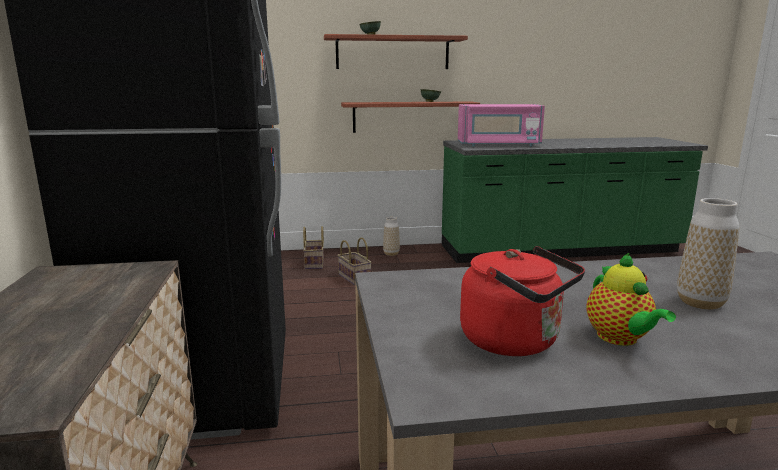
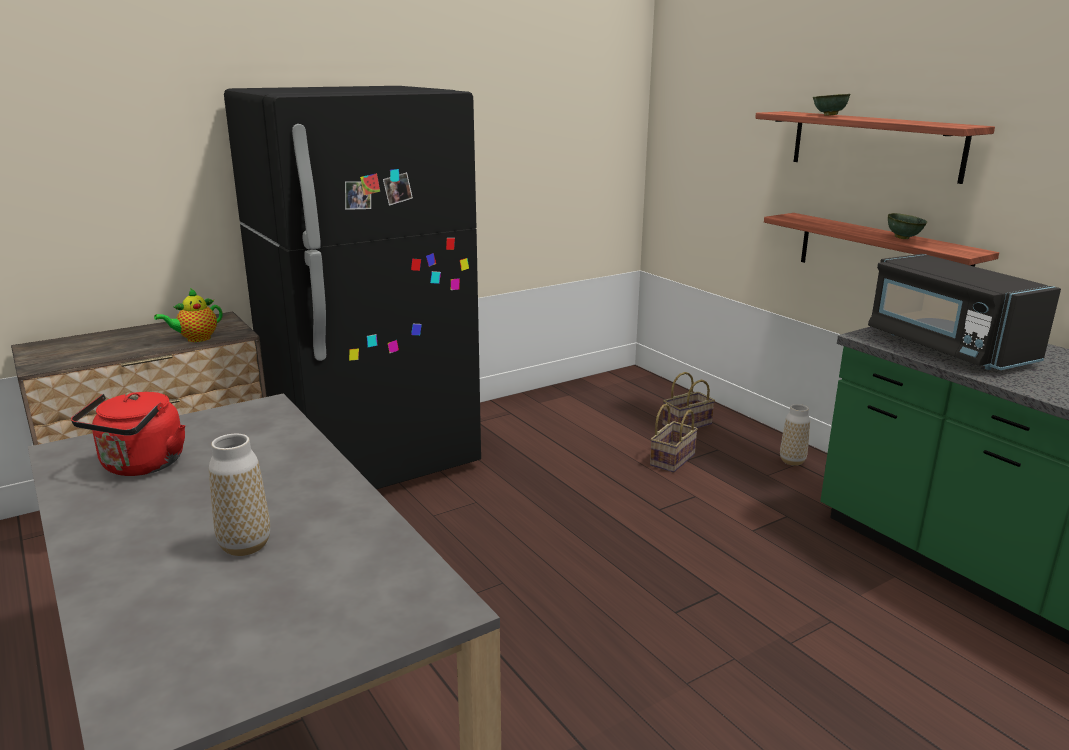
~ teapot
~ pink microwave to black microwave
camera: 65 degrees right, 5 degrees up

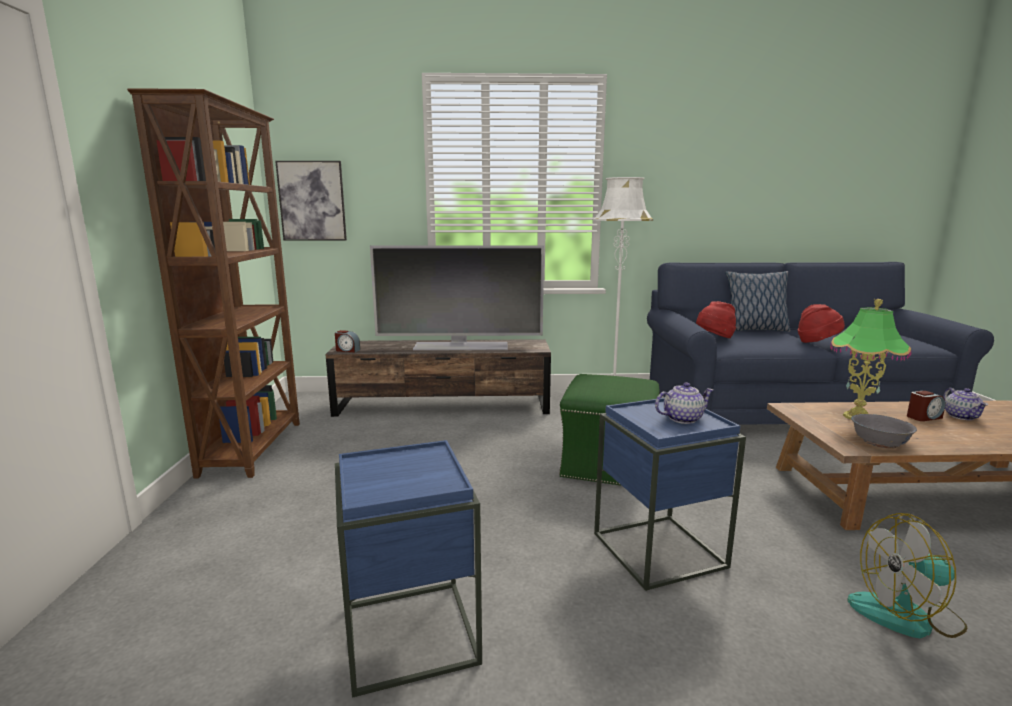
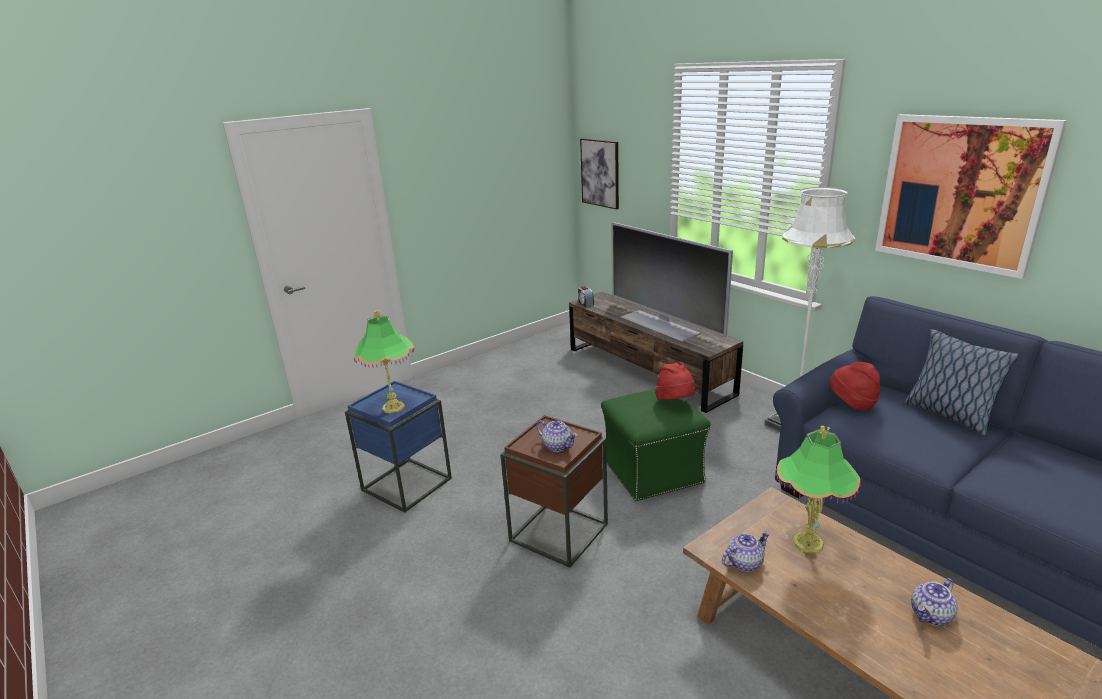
- brown bookcase
- fan
- alarm clock (no. 2 from left)
+ table lamp (no. 1 from left)
+ picture (no. 2 from left)
~ red hat (no. 2 from left in the first image) to red hat (no. 1 from left)
~ grey bowl to teapot (no. 2 from left)
~ blue side table (no. 2 from left) to brown side table
camera: 55 degrees right, 10 degrees up

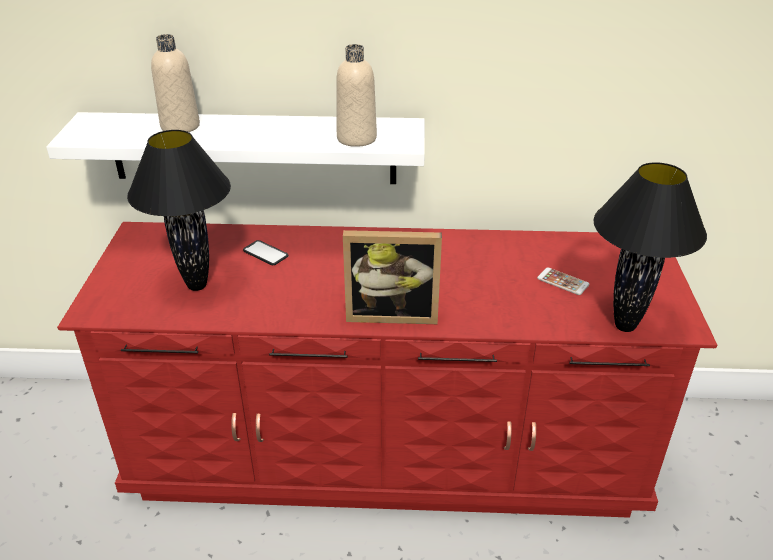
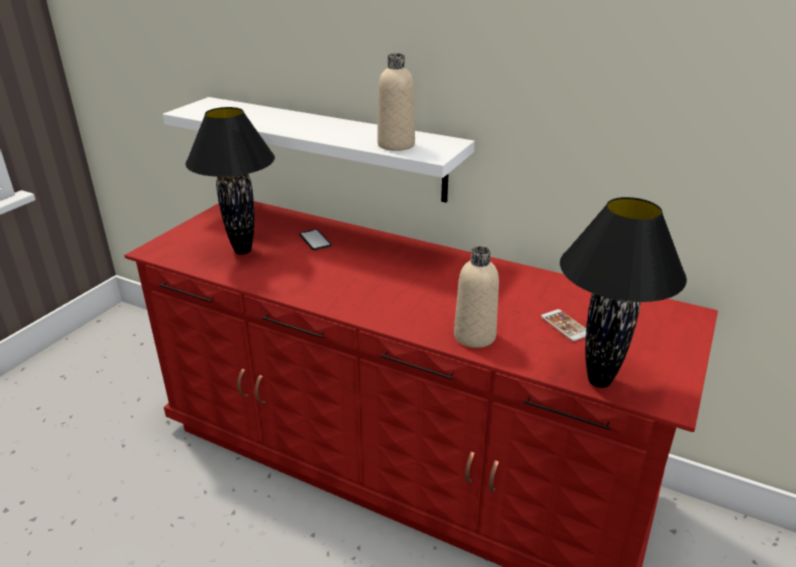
- picture frame
~ beige bottle (no. 1 from left in the first image) to beige bottle (no. 2 from left)
camera: 25 degrees right, 5 degrees down

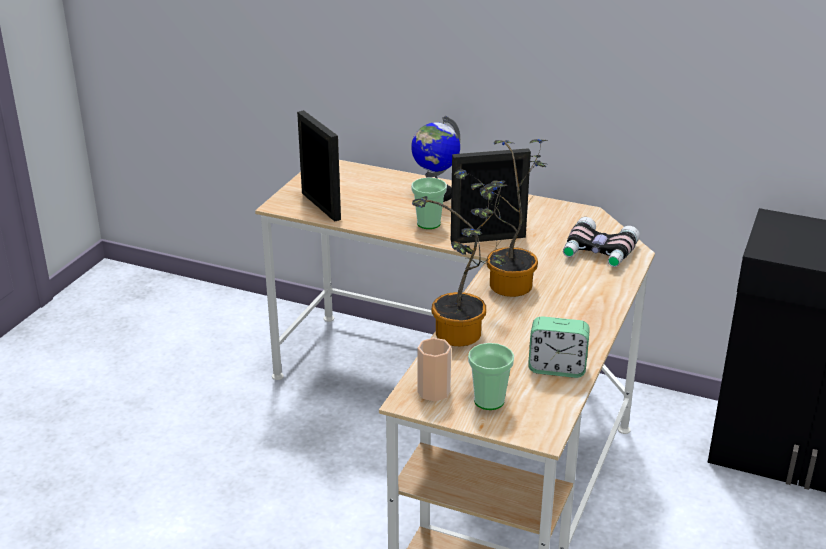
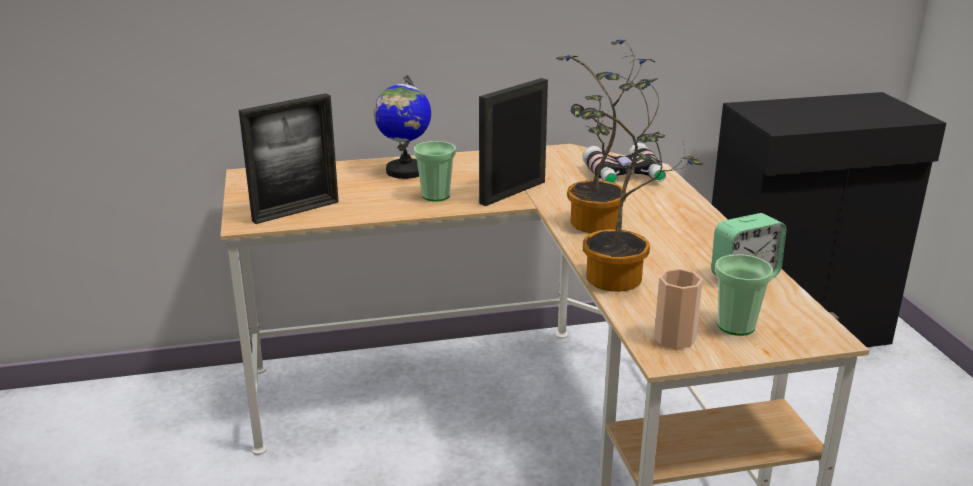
~ picture frame (no. 1 from left) 120 degrees clockwise
camera: 35 degrees left, 5 degrees down

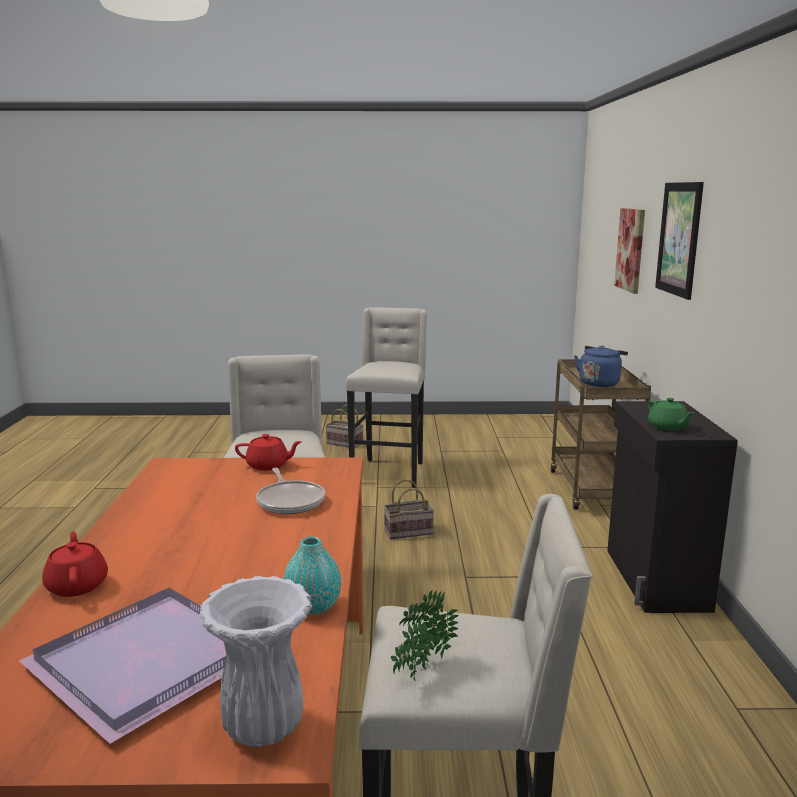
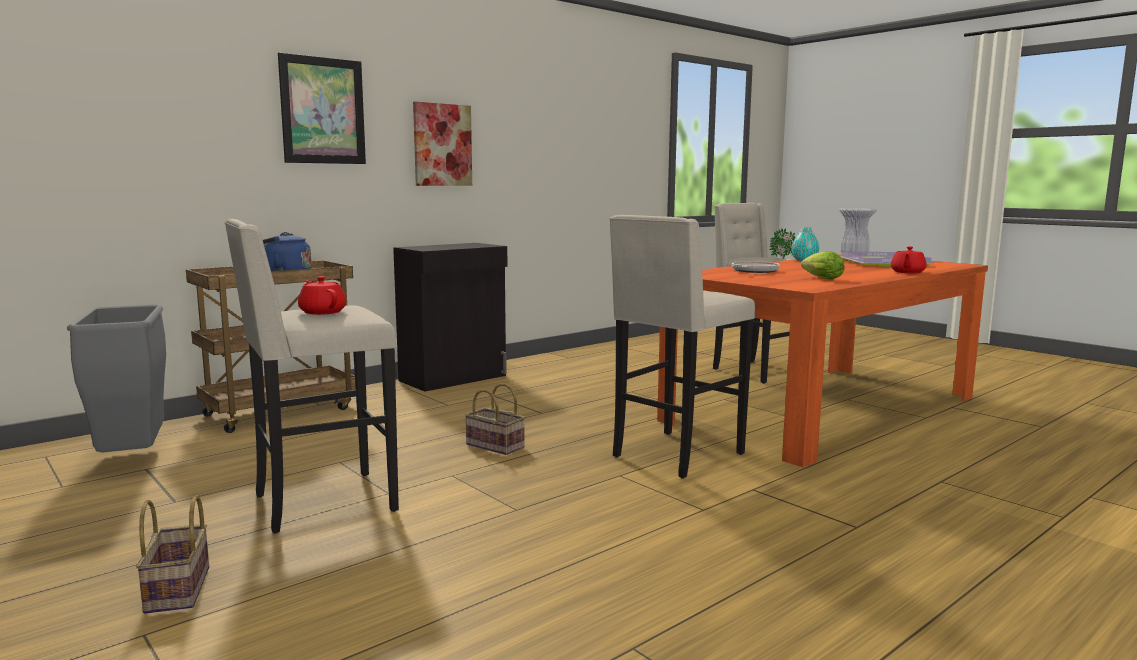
- green teapot
+ grey trash can
+ lettuce
~ red teapot (no. 2 from left in the first image) to red teapot (no. 1 from left)
~ picture (no. 1 from left in the first image) to picture (no. 2 from left)
camera: 130 degrees left, 5 degrees down

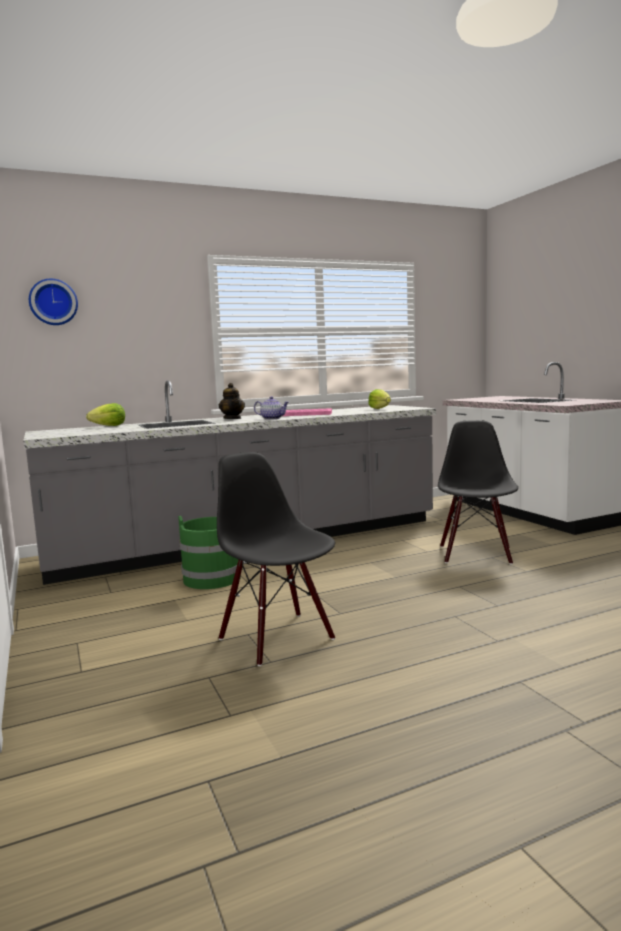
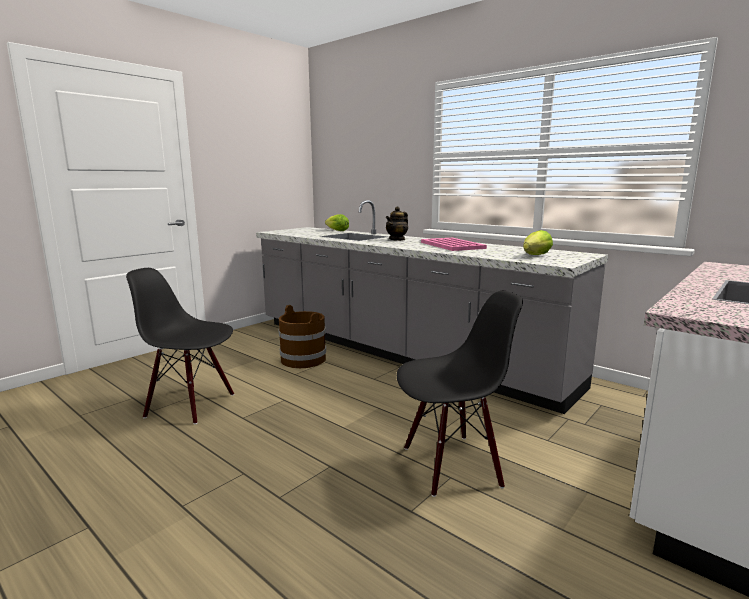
- wall clock
- teapot (no. 2 from left)
~ green bucket to brown bucket
~ black chair (no. 1 from left) 105 degrees counterclockwise
camera: 65 degrees right, 5 degrees up

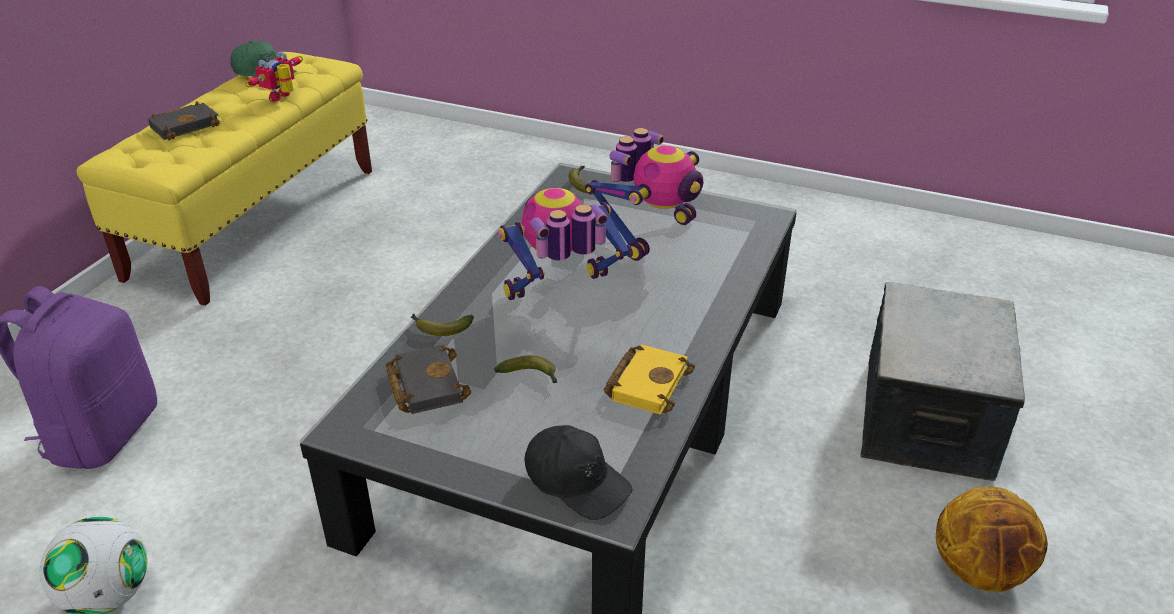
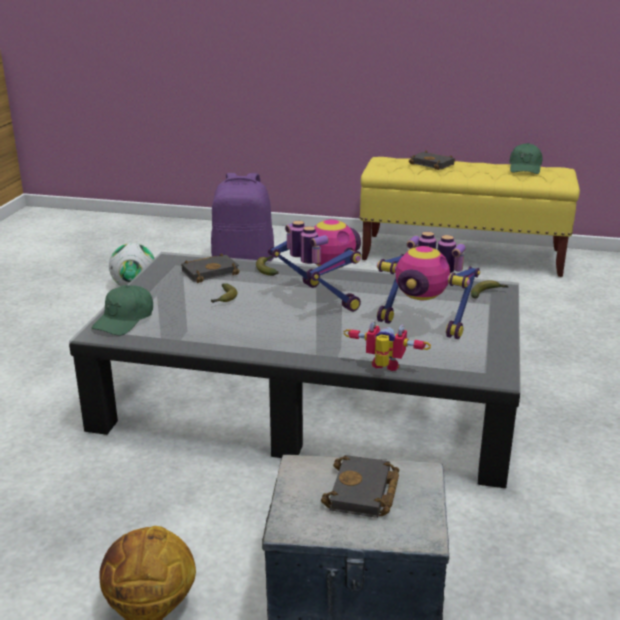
- yellow book
+ black book (no. 2 from left)
~ toy robot (no. 1 from left in the first image) to toy robot (no. 2 from left)
~ black cap to green cap (no. 1 from left)
camera: 80 degrees right, 10 degrees down

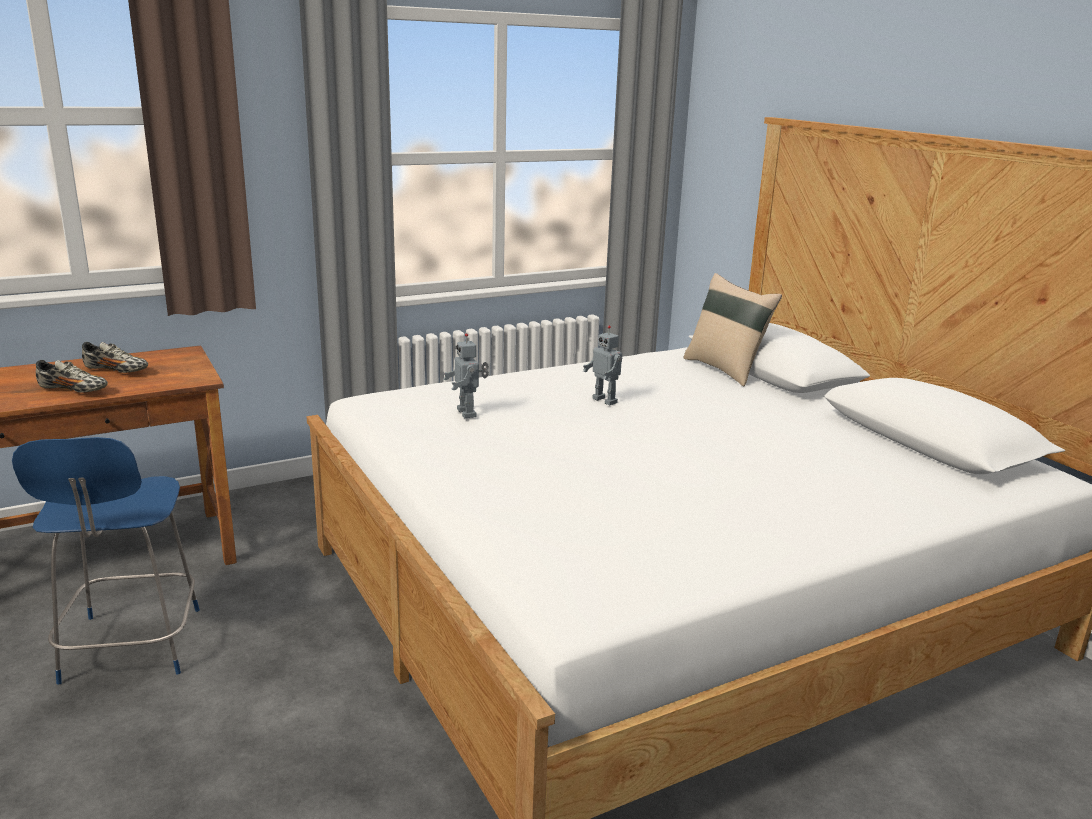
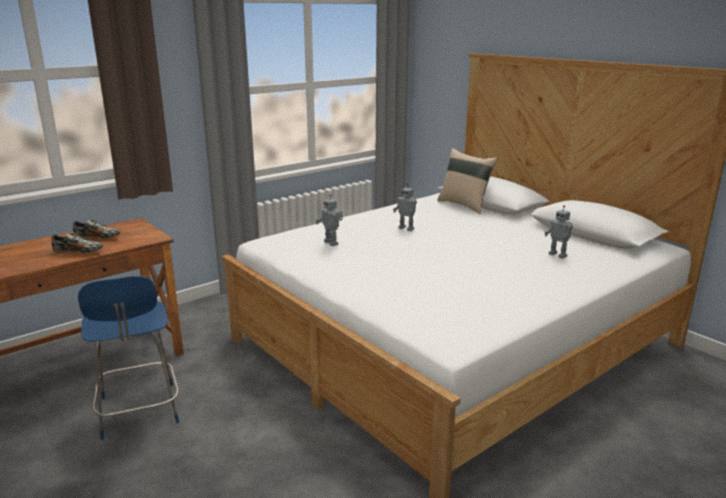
+ toy robot (no. 3 from left)
camera: 10 degrees left, 0 degrees up

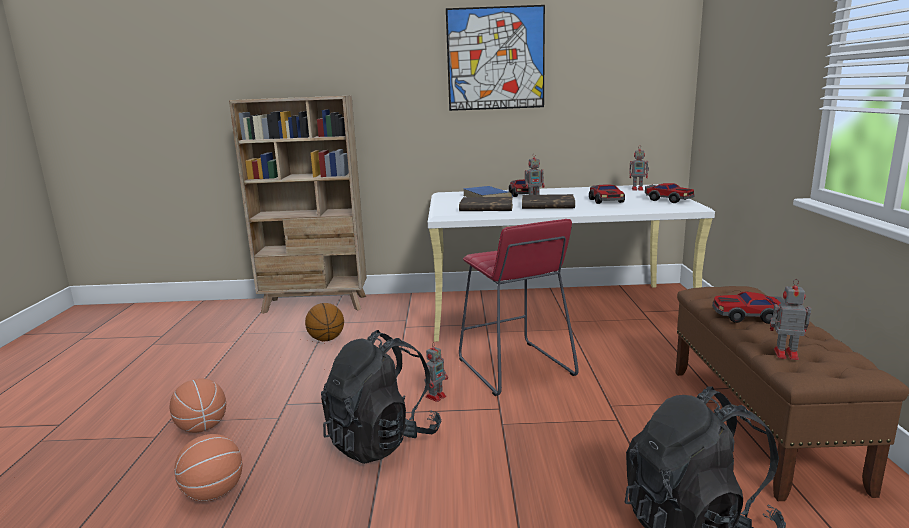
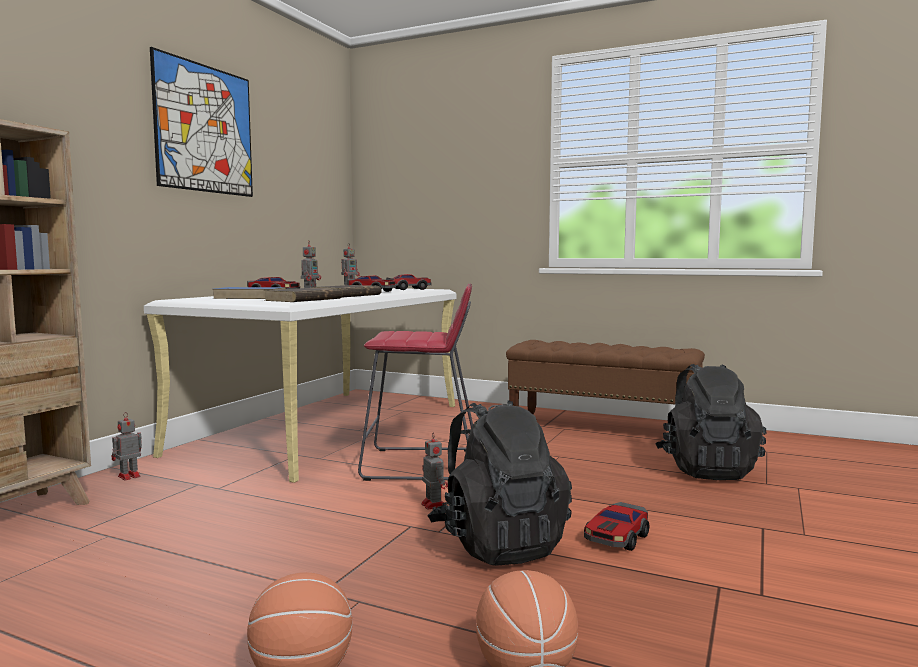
- basketball (no. 3 from left)
~ toy car (no. 4 from left)
~ toy robot (no. 4 from left in the first image) to toy robot (no. 1 from left)
camera: 65 degrees left, 10 degrees down

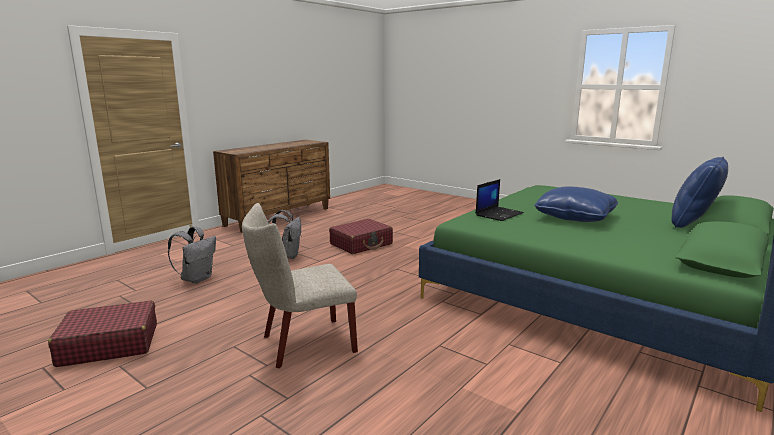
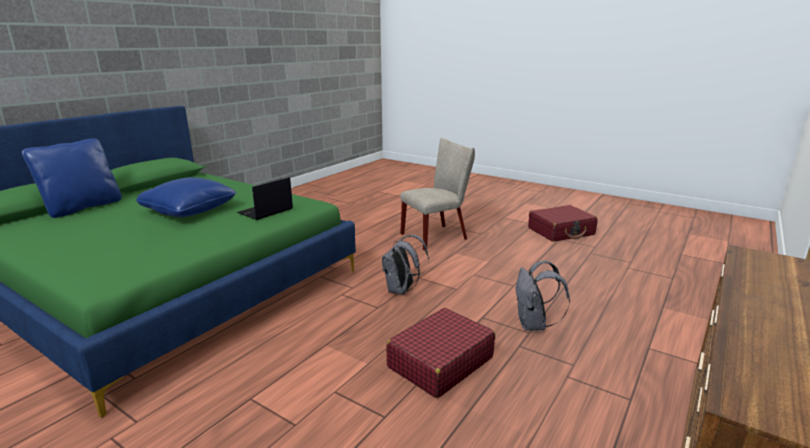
~ grey backpack (no. 1 from left)
camera: 175 degrees right, 5 degrees up

